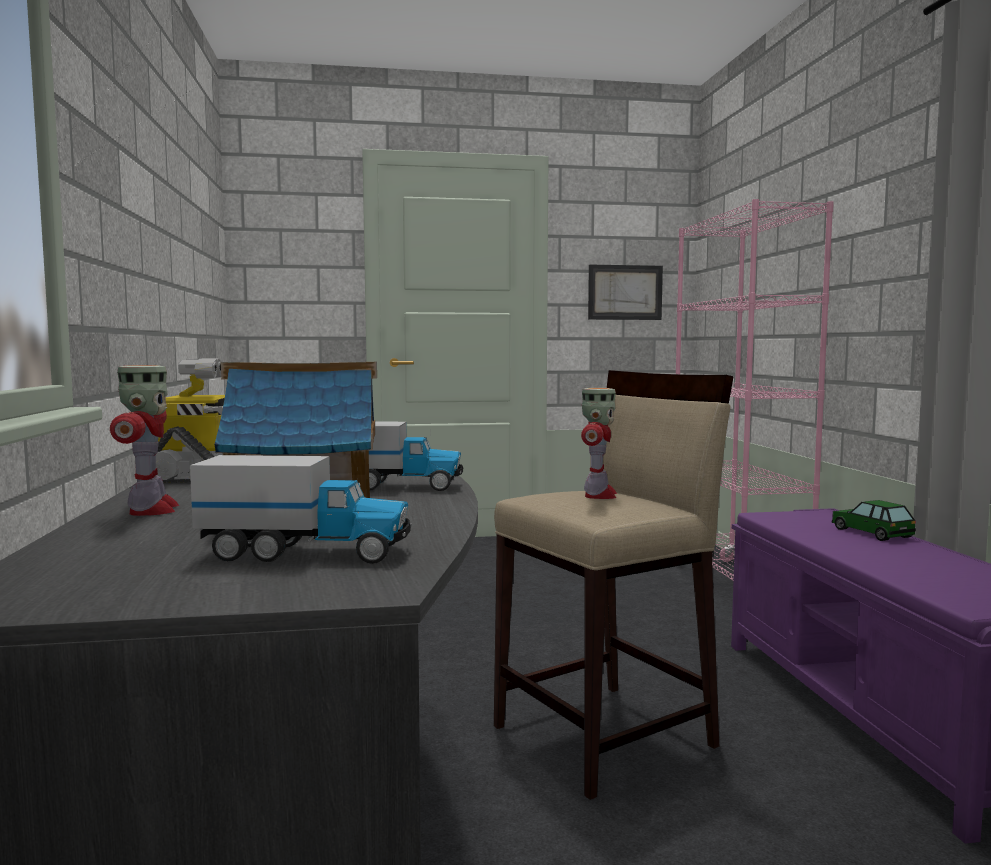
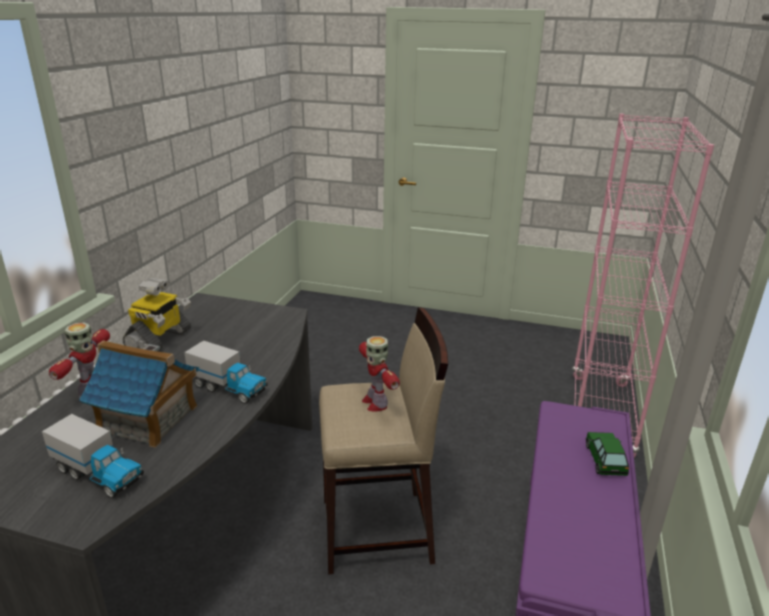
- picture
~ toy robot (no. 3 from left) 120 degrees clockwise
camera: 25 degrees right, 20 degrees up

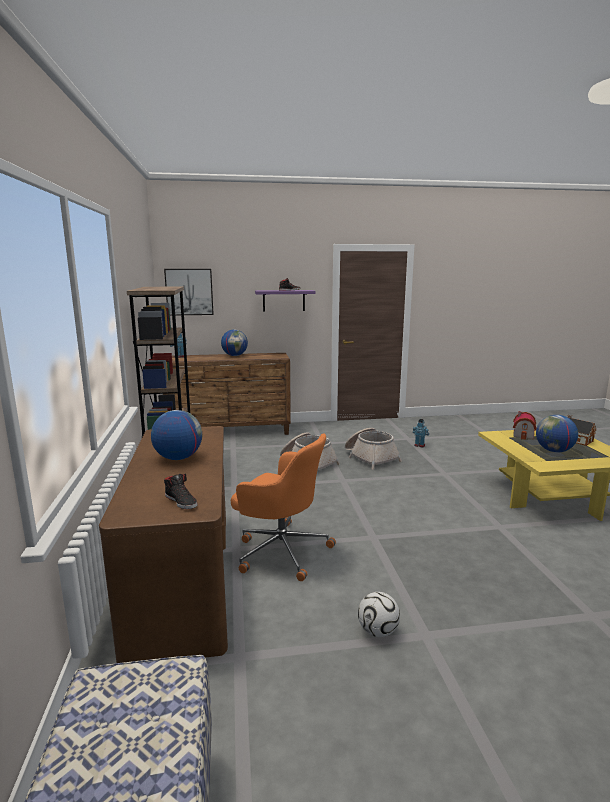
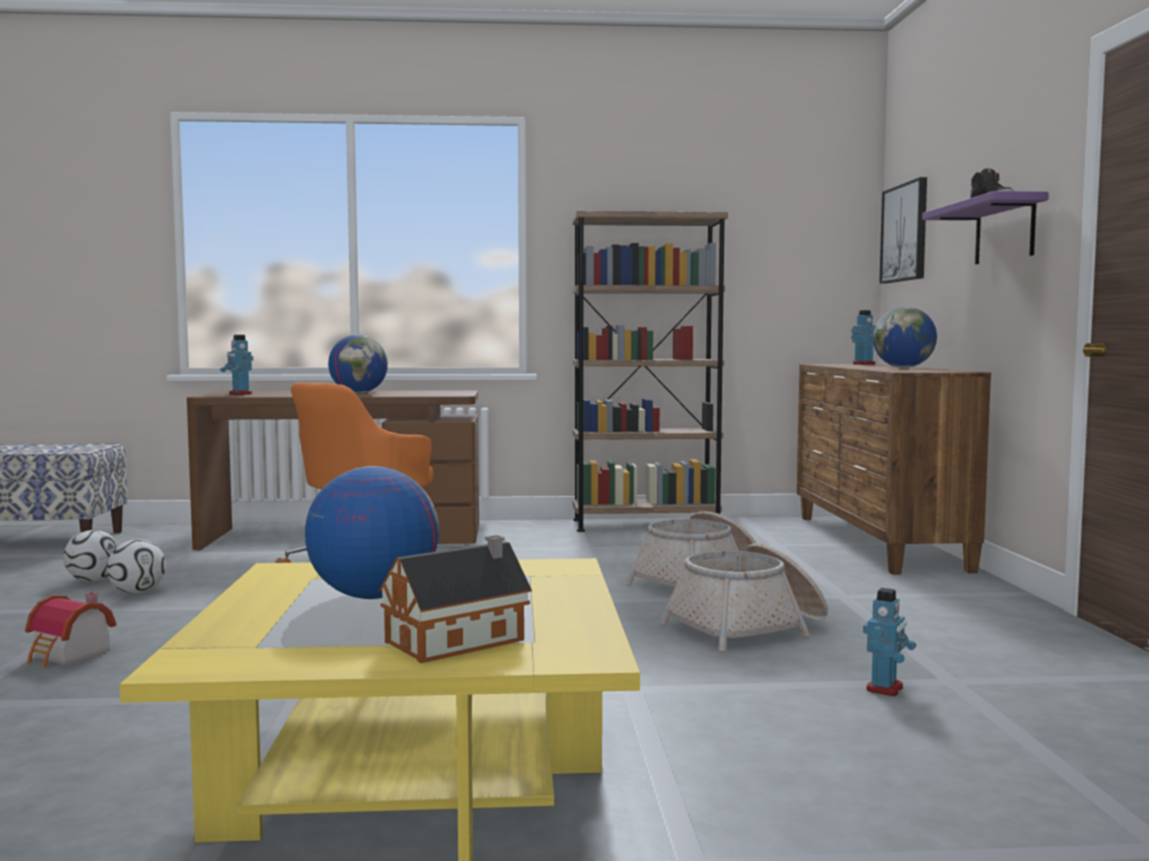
+ football (no. 1 from left)
~ toy house (no. 1 from left)
~ black shoe (no. 1 from left) to toy robot (no. 1 from left)
camera: 95 degrees right, 10 degrees down

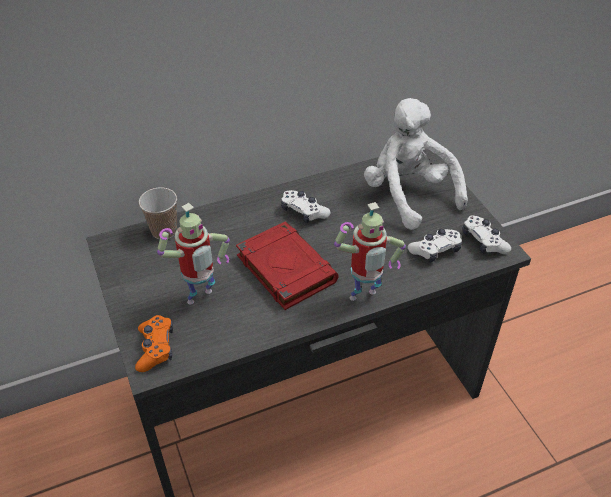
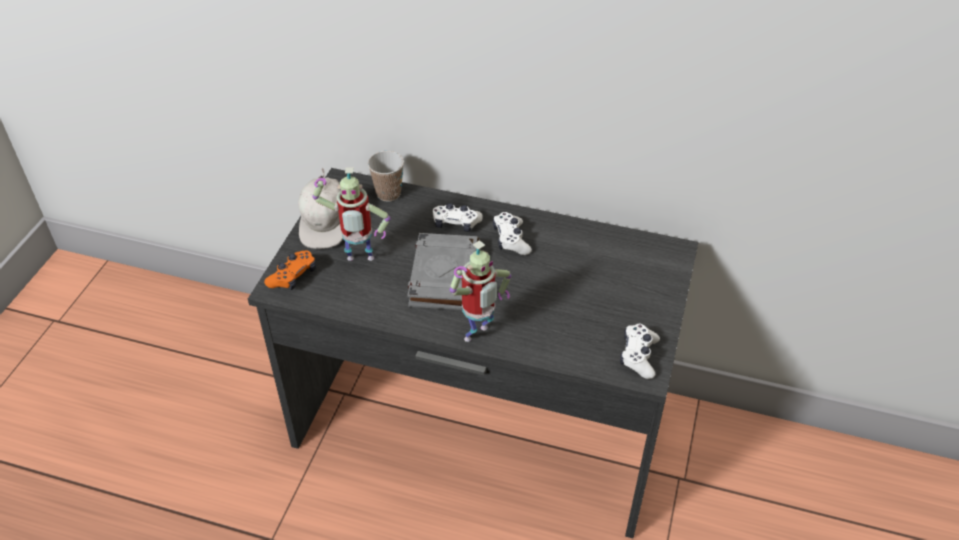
- white plush toy
+ white cap
~ white game controller (no. 2 from left in the first image) to white game controller (no. 1 from left)
~ red book to grey book
~ toy robot (no. 2 from left) 60 degrees counterclockwise
camera: 40 degrees right, 0 degrees up

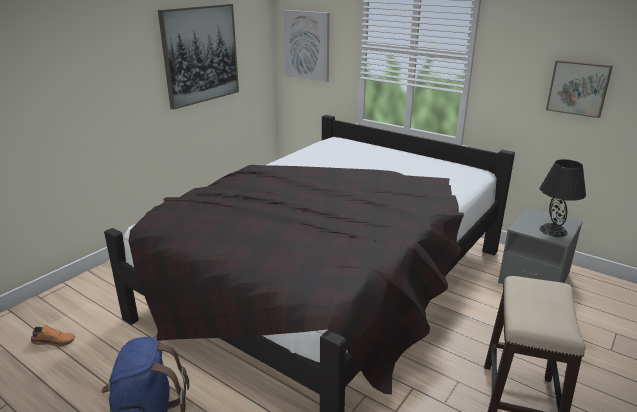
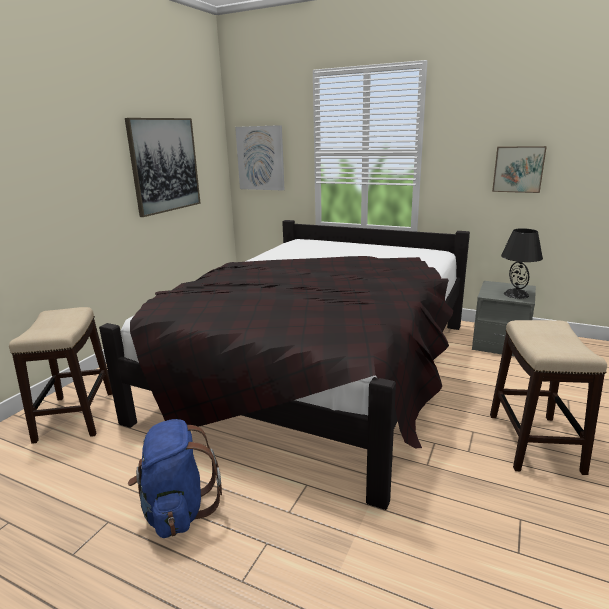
- orange shoe
+ stool (no. 1 from left)
camera: 10 degrees left, 5 degrees down

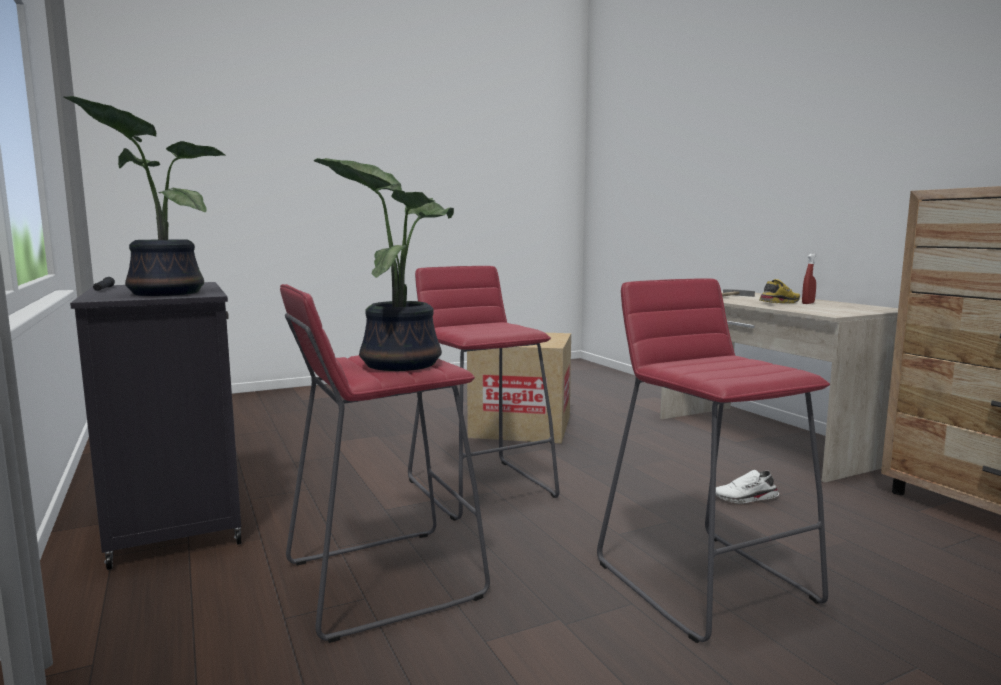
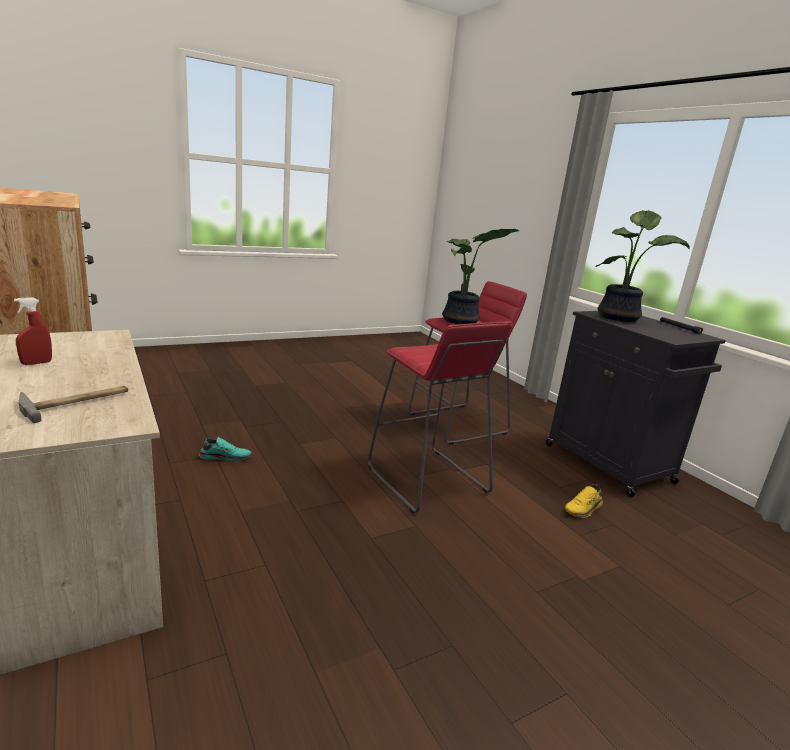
- cardboard box
- red stool (no. 3 from left)
~ yellow shoe
~ white shoe to turquoise shoe
camera: 175 degrees right, 10 degrees up

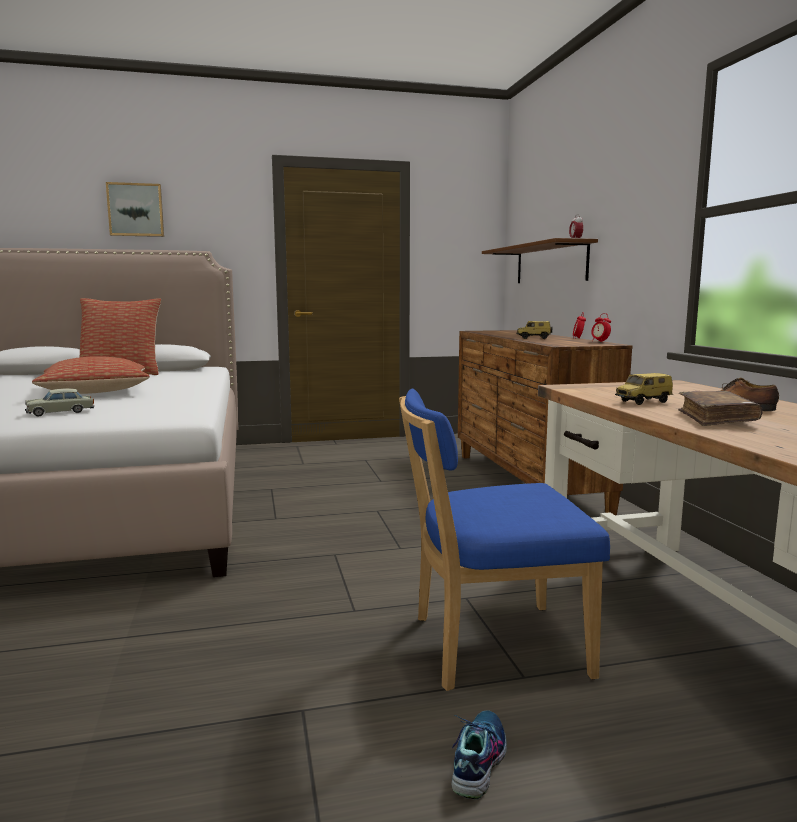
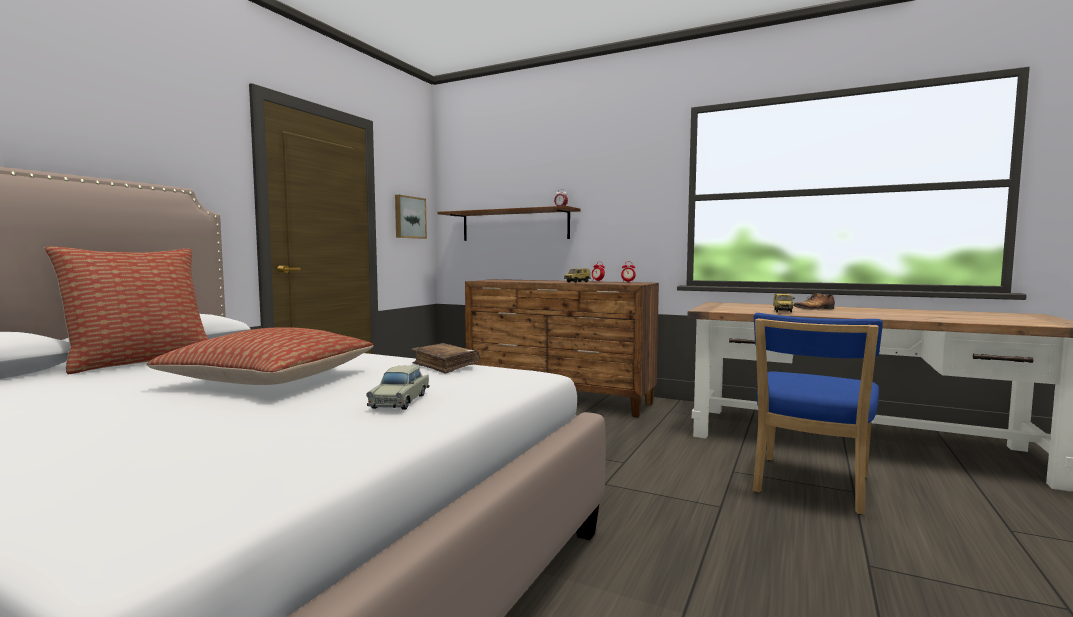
- shoe (no. 1 from left)
~ picture
~ brown book
camera: 50 degrees left, 5 degrees down

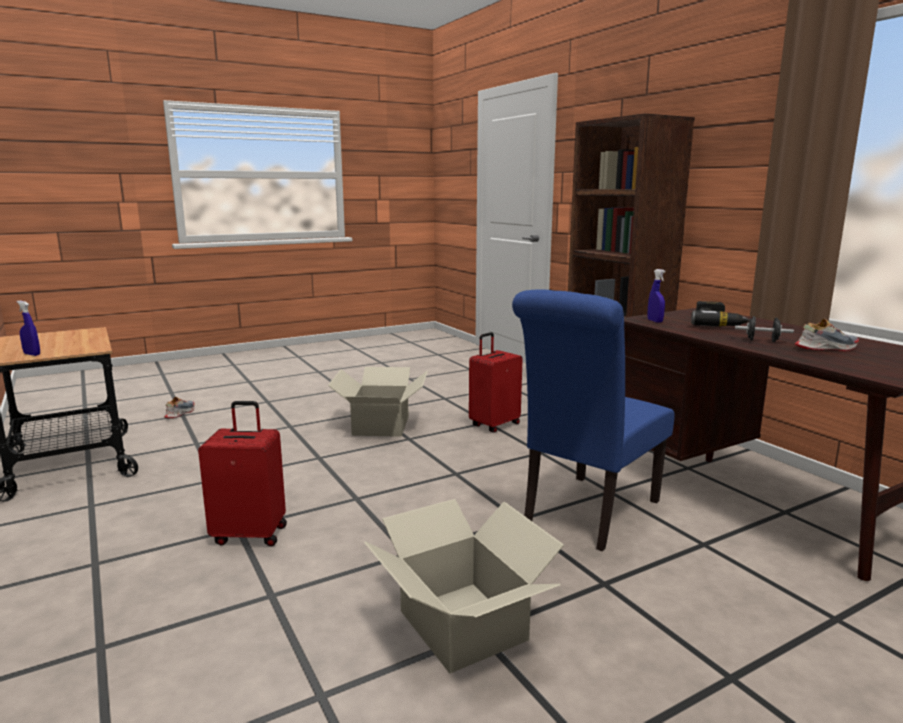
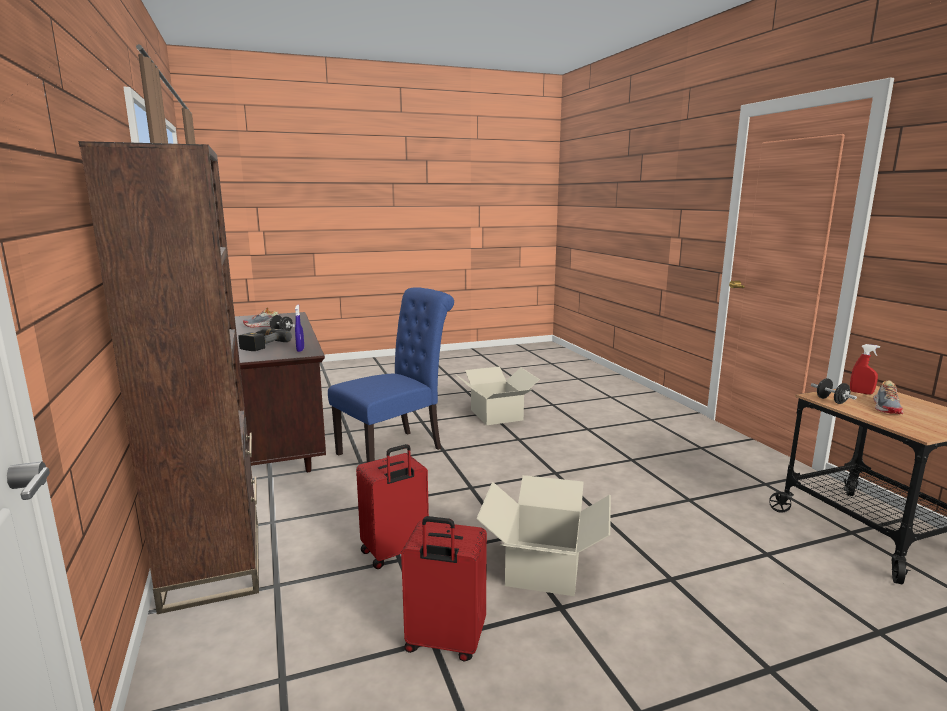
+ black dumbbell (no. 2 from left)
~ shoe (no. 1 from left in the first image) to shoe (no. 2 from left)
~ red suitcase (no. 1 from left in the first image) to red suitcase (no. 2 from left)
~ blue spray bottle (no. 1 from left) to red spray bottle
camera: 170 degrees left, 0 degrees up

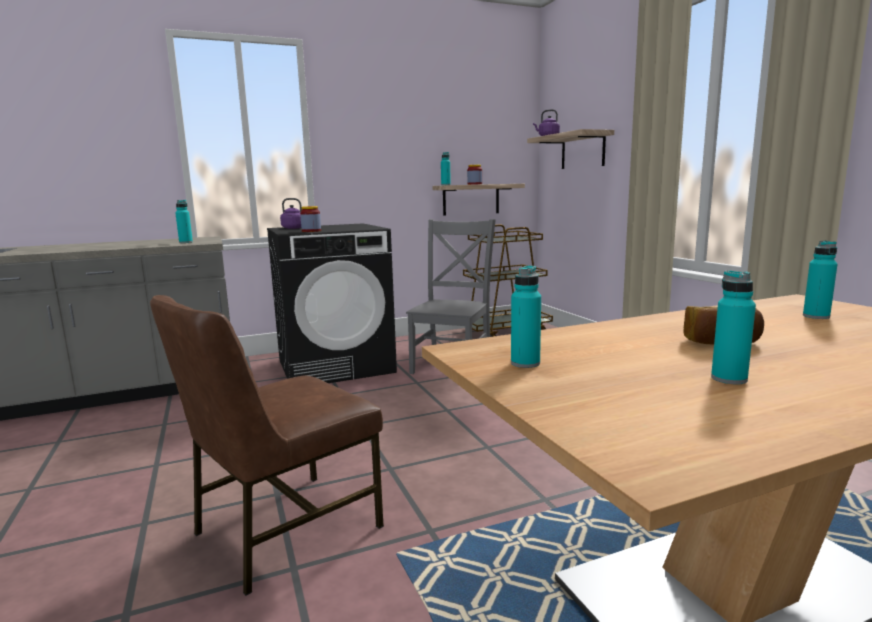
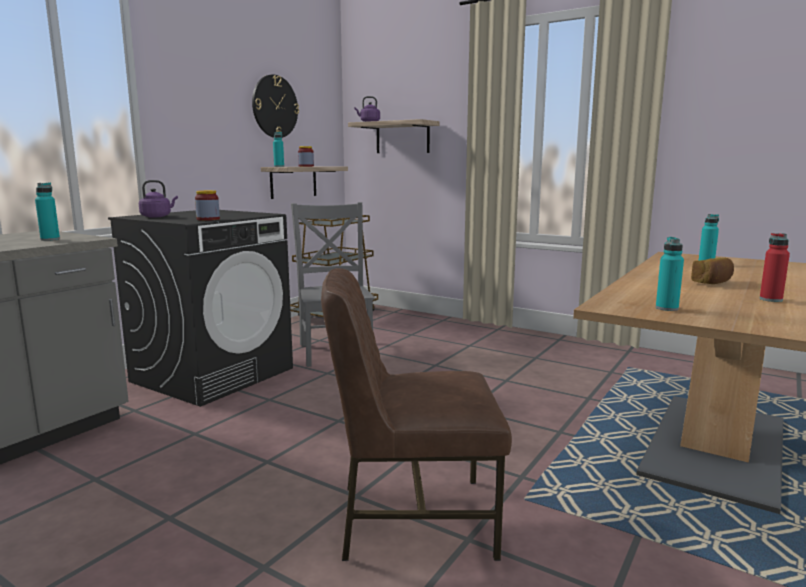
+ wall clock
~ turquoise bottle (no. 4 from left) to red bottle
~ brown chair 75 degrees clockwise
camera: 35 degrees left, 0 degrees up

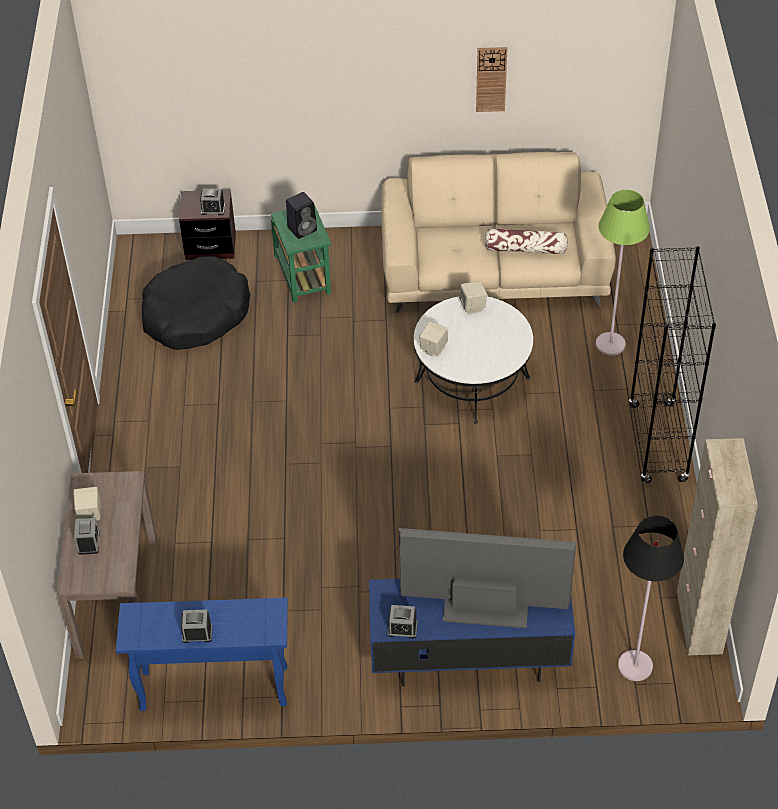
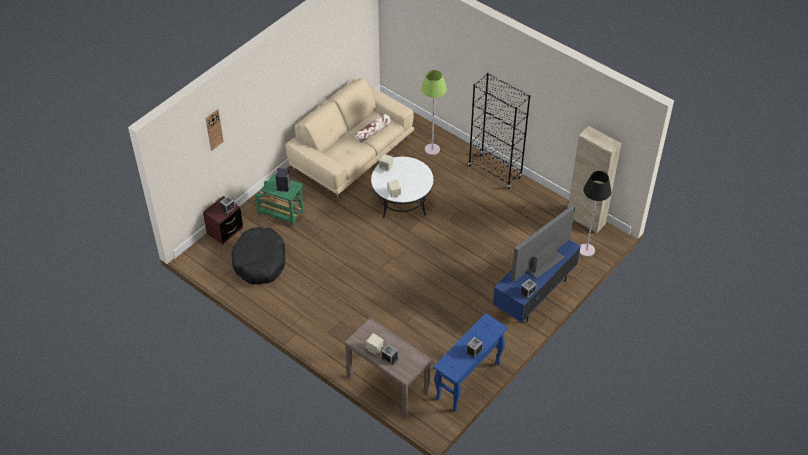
~ wall clock
camera: 50 degrees left, 0 degrees up

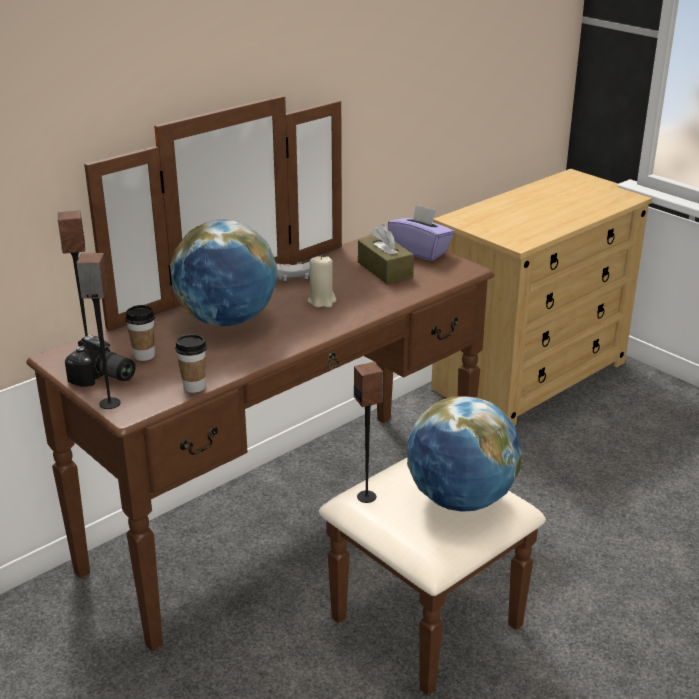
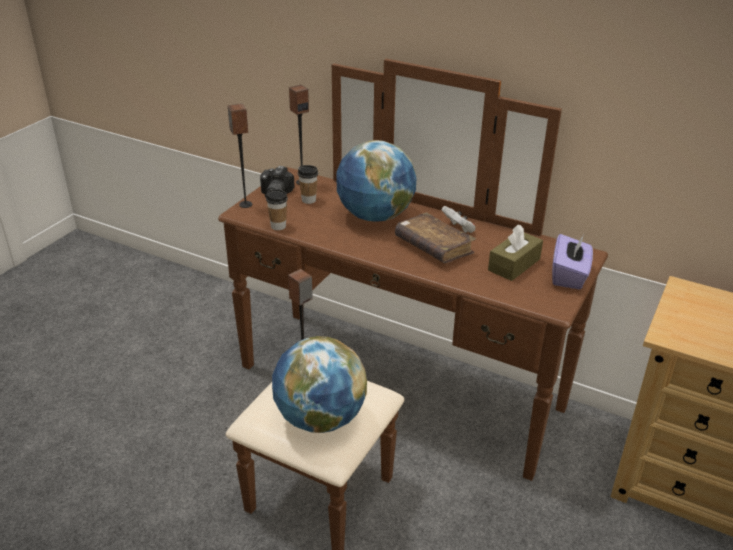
~ beige candle to brown book
camera: 70 degrees right, 5 degrees up

